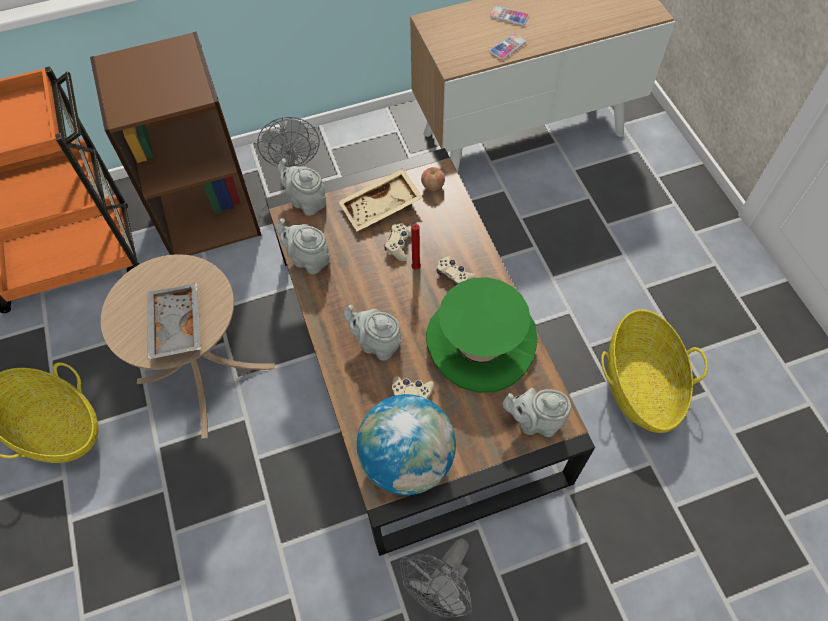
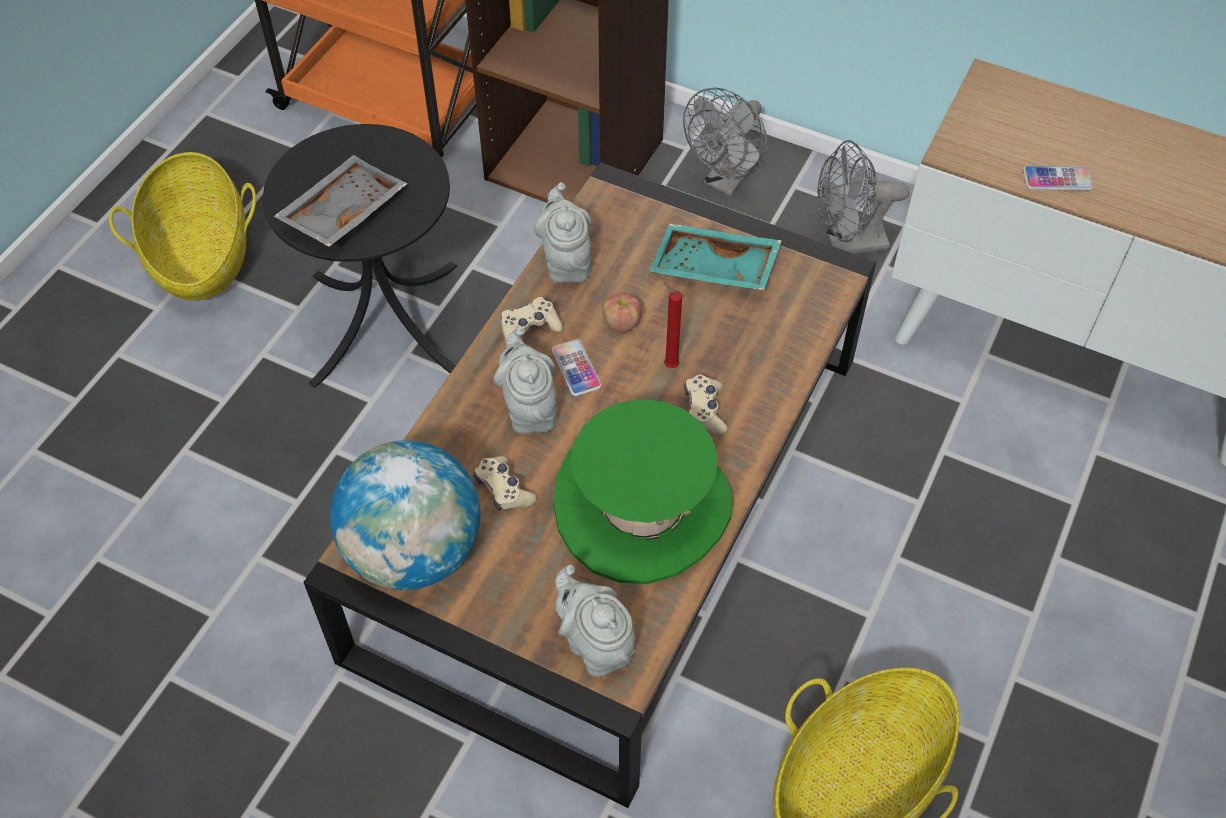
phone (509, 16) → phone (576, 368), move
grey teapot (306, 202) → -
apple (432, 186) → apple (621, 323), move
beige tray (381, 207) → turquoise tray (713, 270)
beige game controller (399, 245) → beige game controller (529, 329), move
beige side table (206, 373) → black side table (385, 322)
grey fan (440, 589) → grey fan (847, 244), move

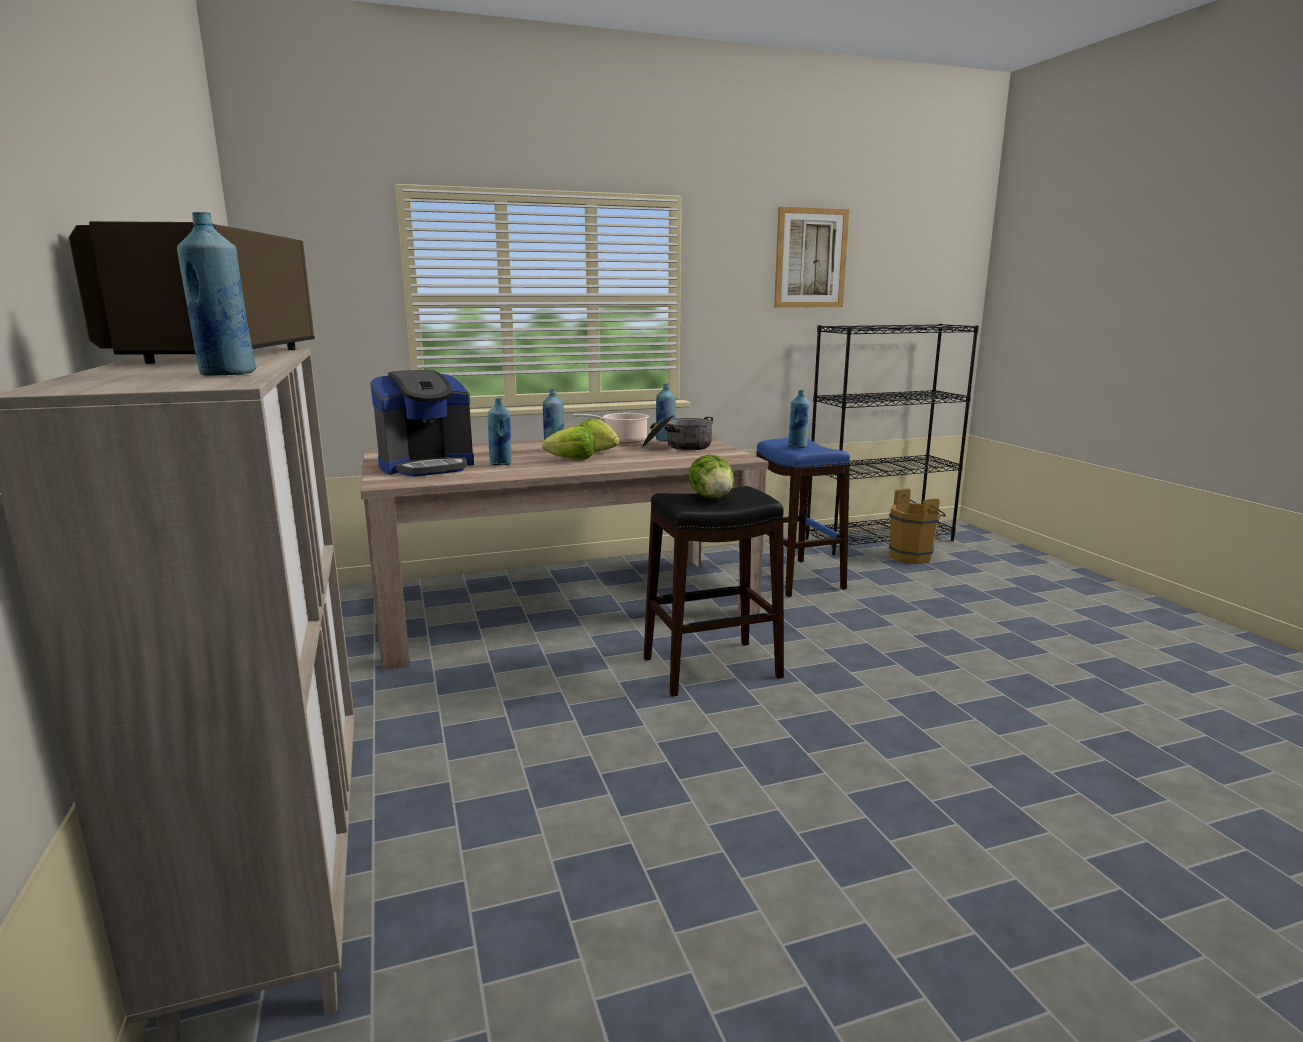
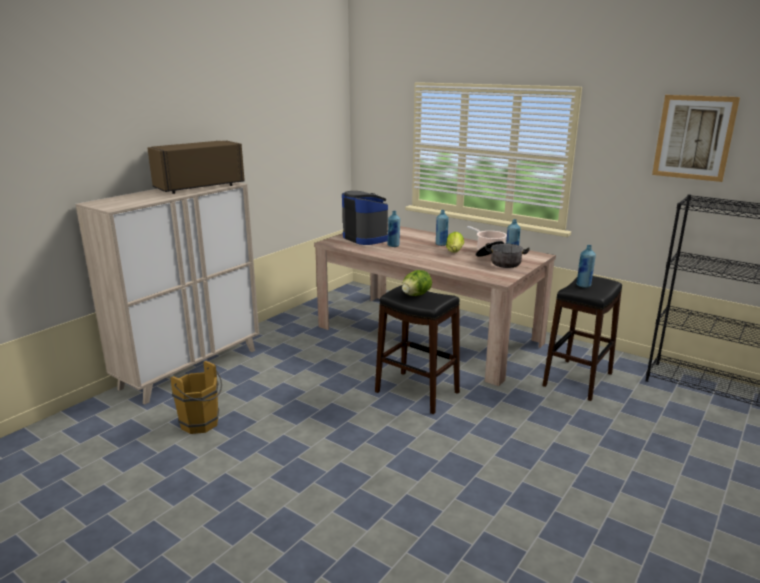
blue bottle (227, 374) → -
coffee machine (427, 466) → coffee machine (366, 238), 150 degrees counterclockwise
lettuce (572, 459) → -
blue stool (795, 577) → black stool (578, 380)
brown bucket (913, 557) → brown bucket (202, 424), move

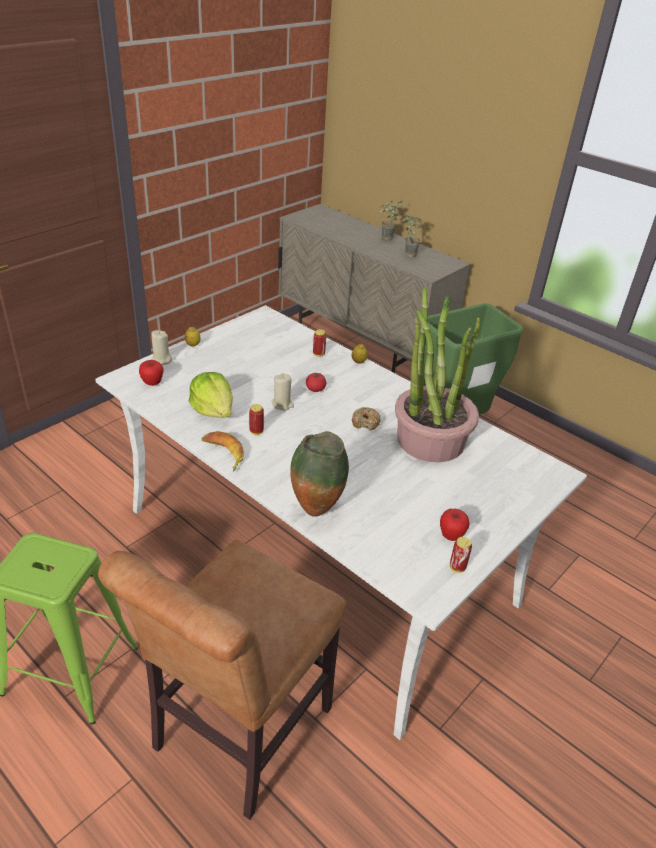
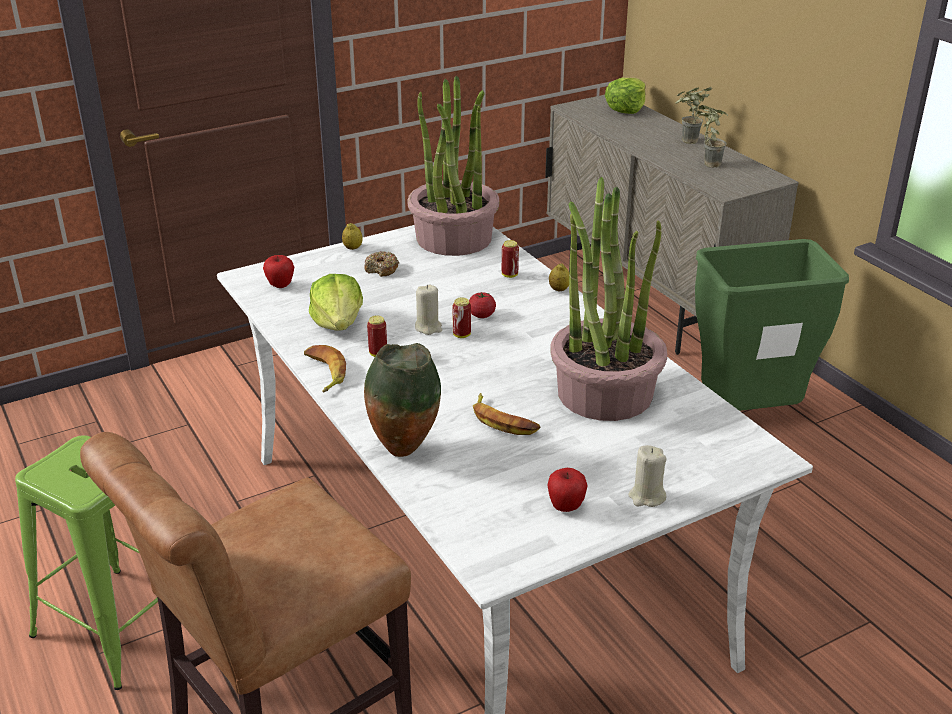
beige candle (161, 360) → beige candle (646, 497), move
donut (365, 423) → donut (382, 269), move
can (457, 567) → can (461, 335), move
- → potted plant (454, 239)
- → lettuce (626, 109)
- → banana (503, 421)

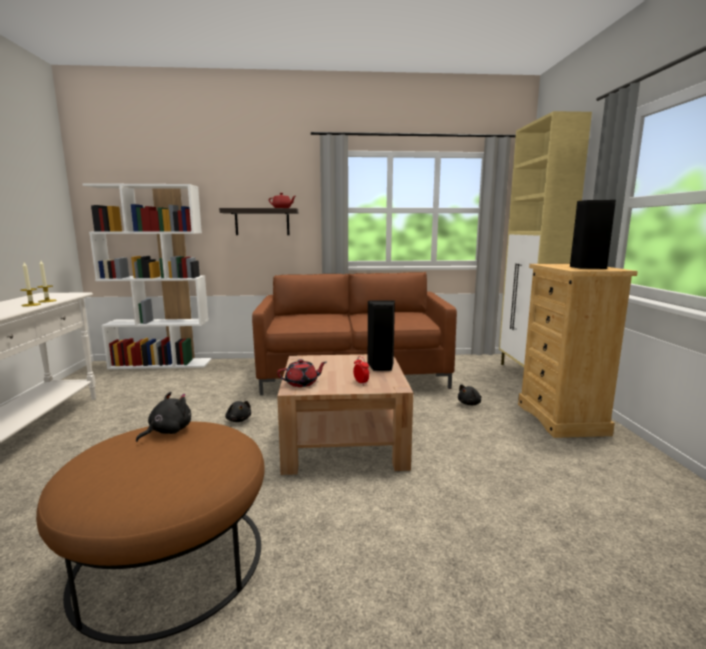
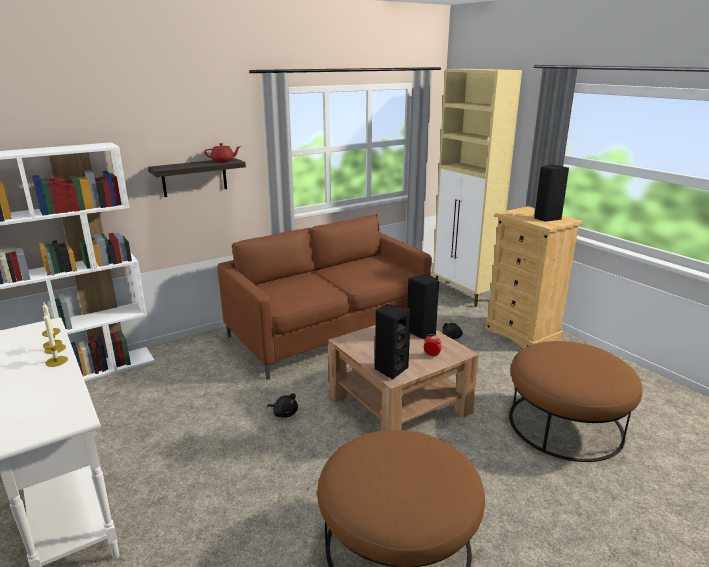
red teapot (302, 383) → black speaker (390, 369)
black plush toy (168, 431) → -
- → brown ottoman (565, 424)

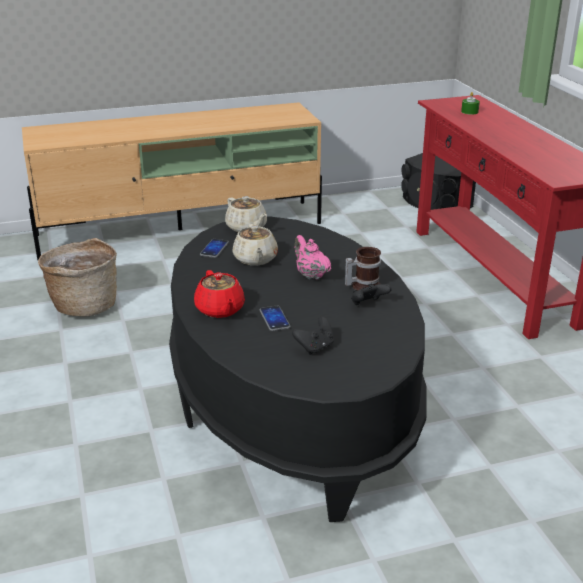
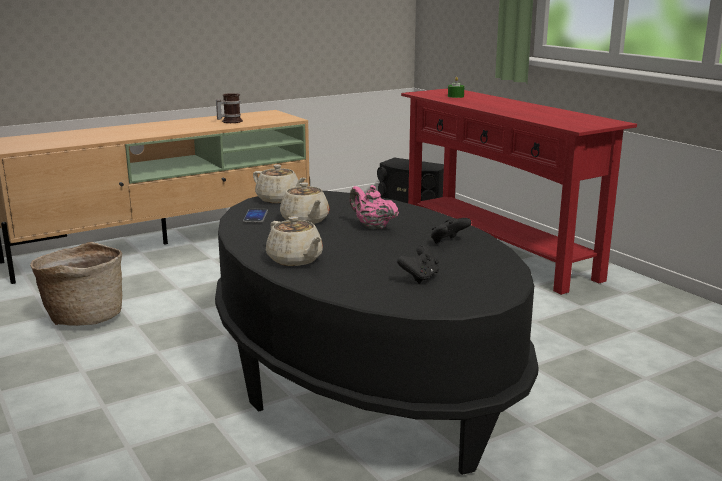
mug (363, 286) → mug (230, 121), move
red teapot (220, 310) → beige teapot (295, 260)
phone (274, 319) → -

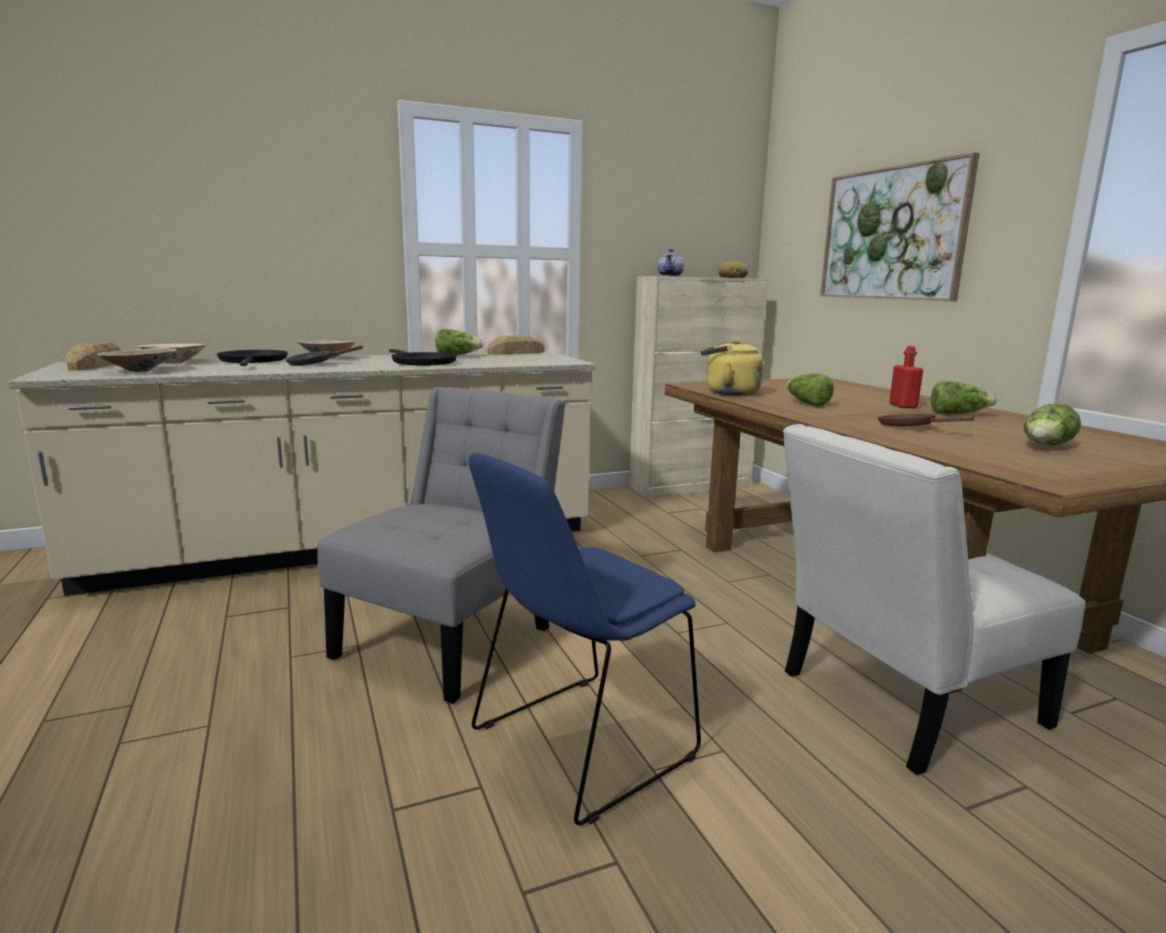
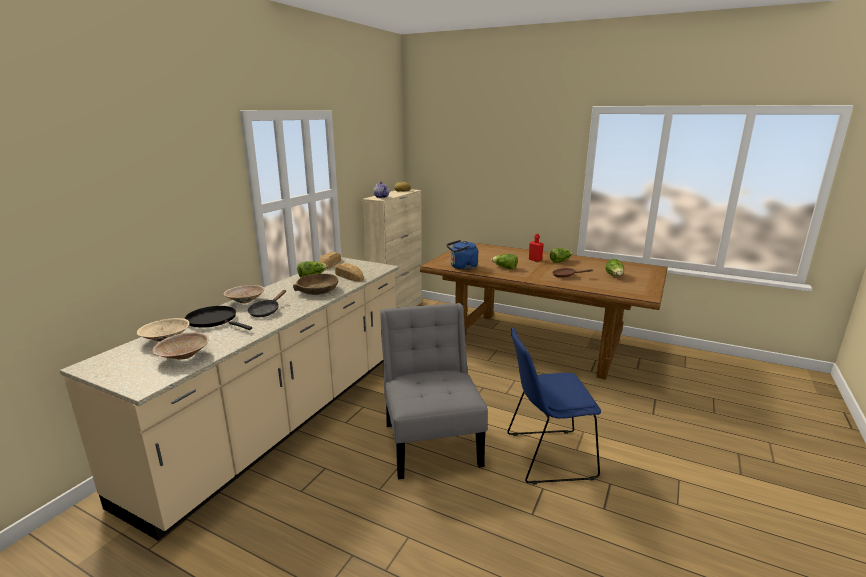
picture (892, 234) → -
yellow kettle (728, 393) → blue kettle (462, 267)
bread (96, 365) → bread (348, 276), move
black frying pan (421, 362) → brown bowl (317, 290)
white chair (899, 702) → -
blue chair (578, 746) → blue chair (546, 456), 75 degrees clockwise

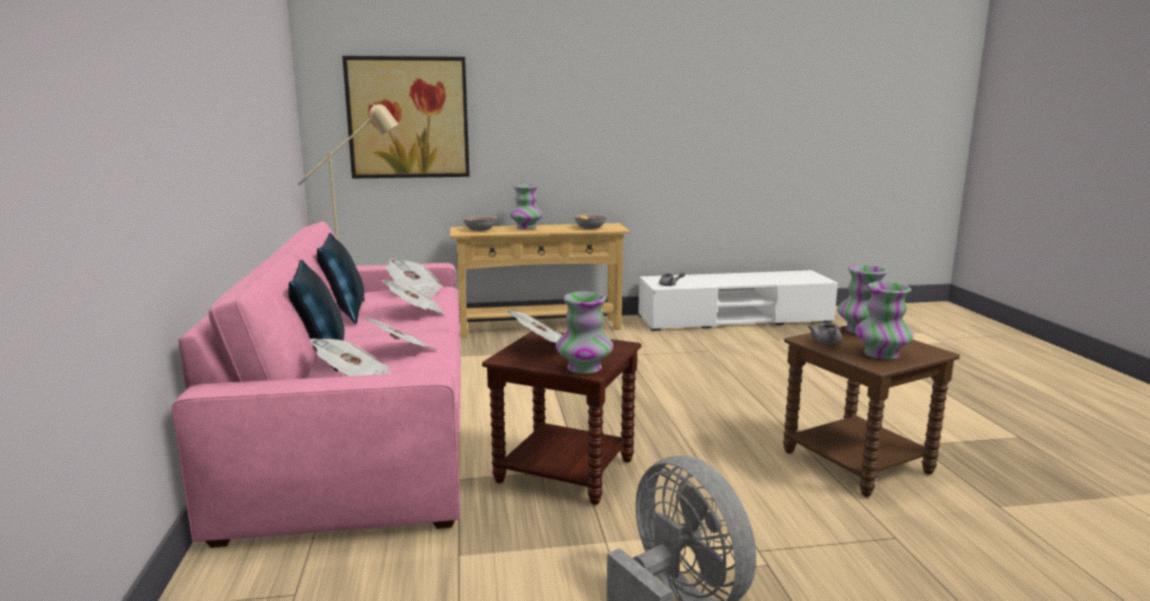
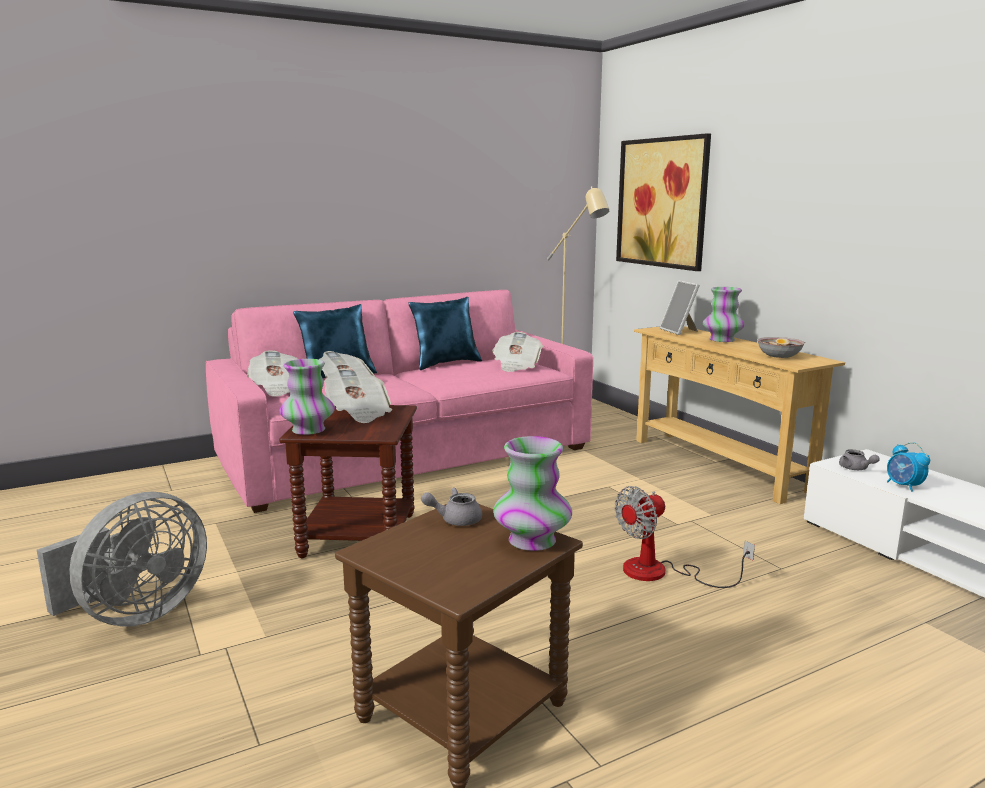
bowl (480, 229) → picture frame (680, 331)
newspaper (416, 312) → -
vase (881, 354) → -
- → alarm clock (904, 486)
- → fan (660, 573)

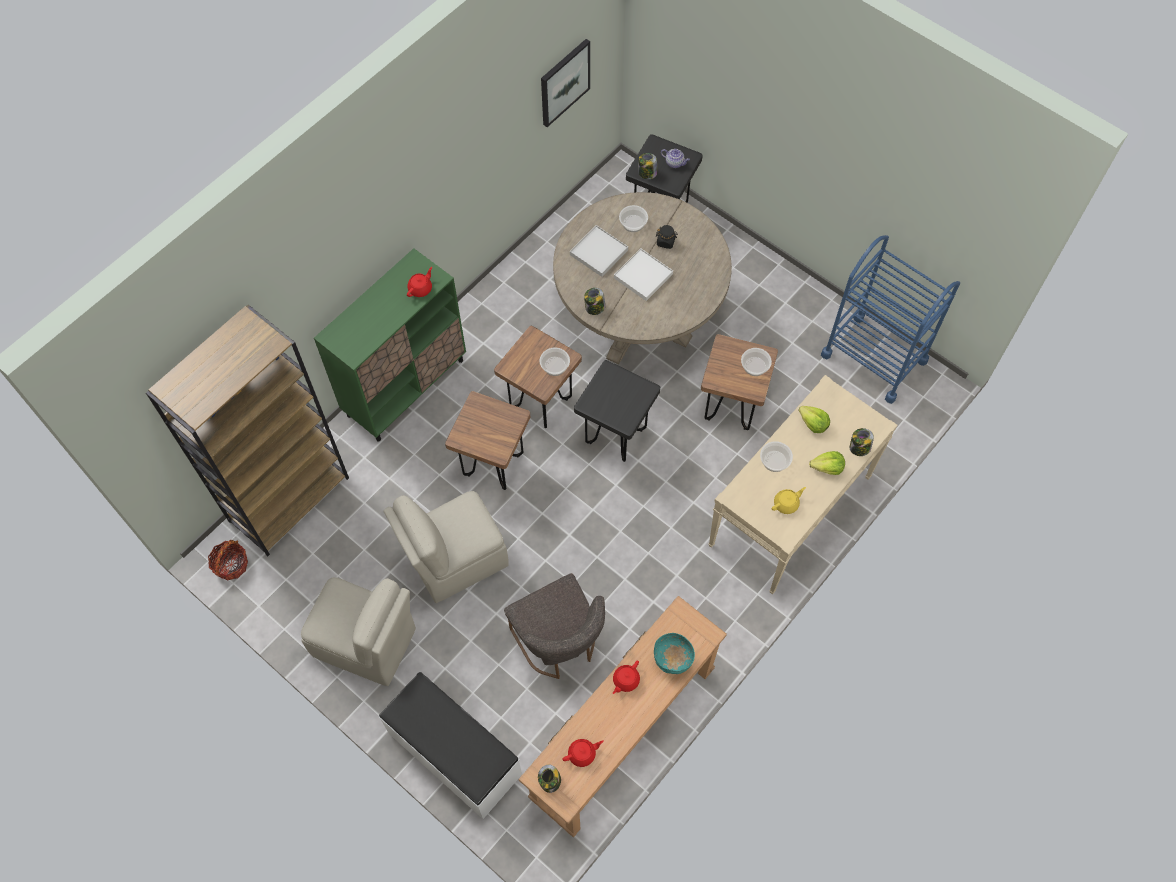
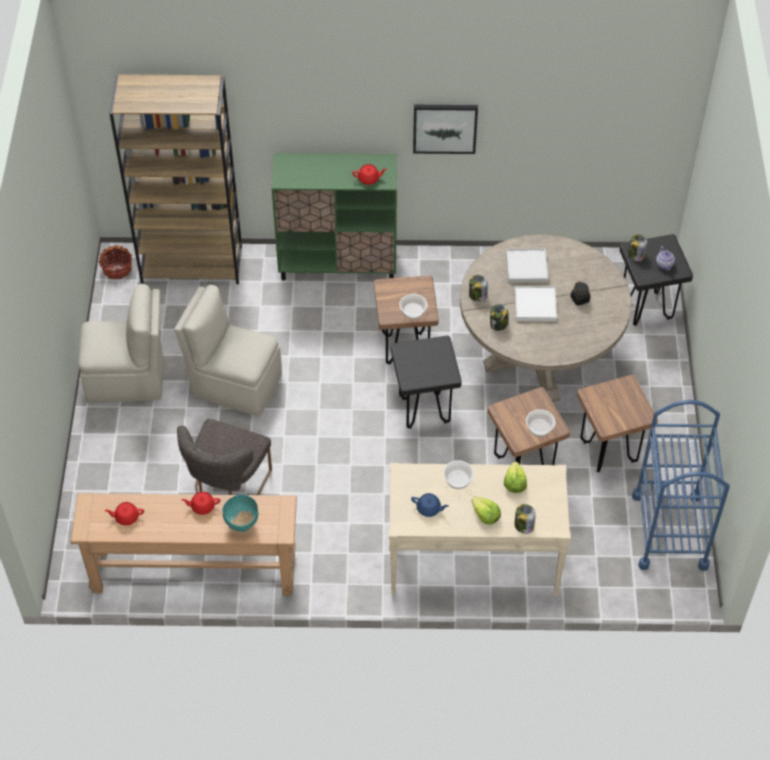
picture (564, 82) → picture (445, 127), move
bowl (633, 223) → -
brown stool (493, 466) → brown stool (608, 452), move
yellow teapot (786, 504) → blue teapot (429, 509)
beige chair (367, 644) → beige chair (128, 379), 75 degrees counterclockwise
white bench (454, 754) → -
red teapot (582, 754) → red teapot (126, 517), 150 degrees clockwise
jar (550, 781) → jar (498, 324), move

